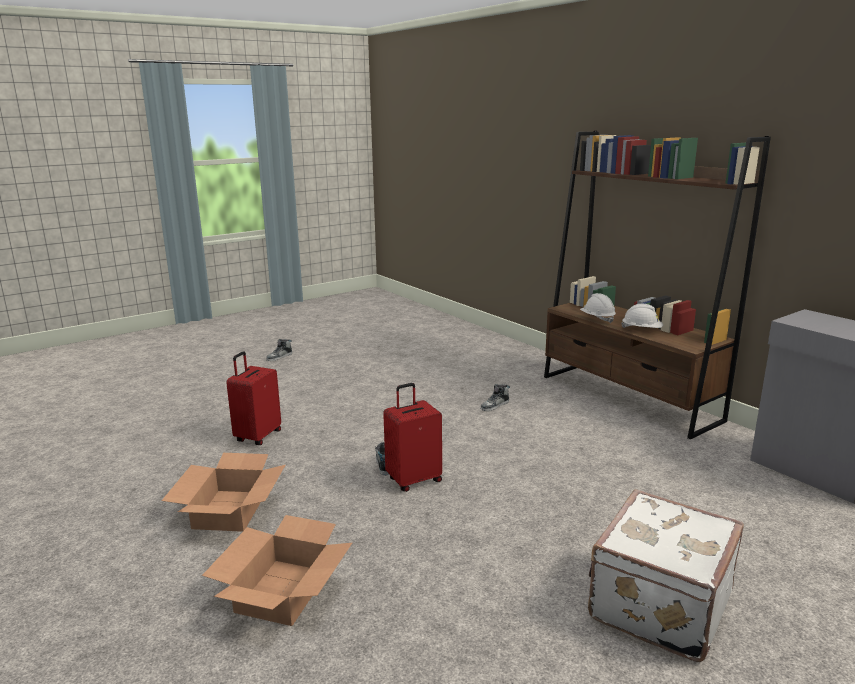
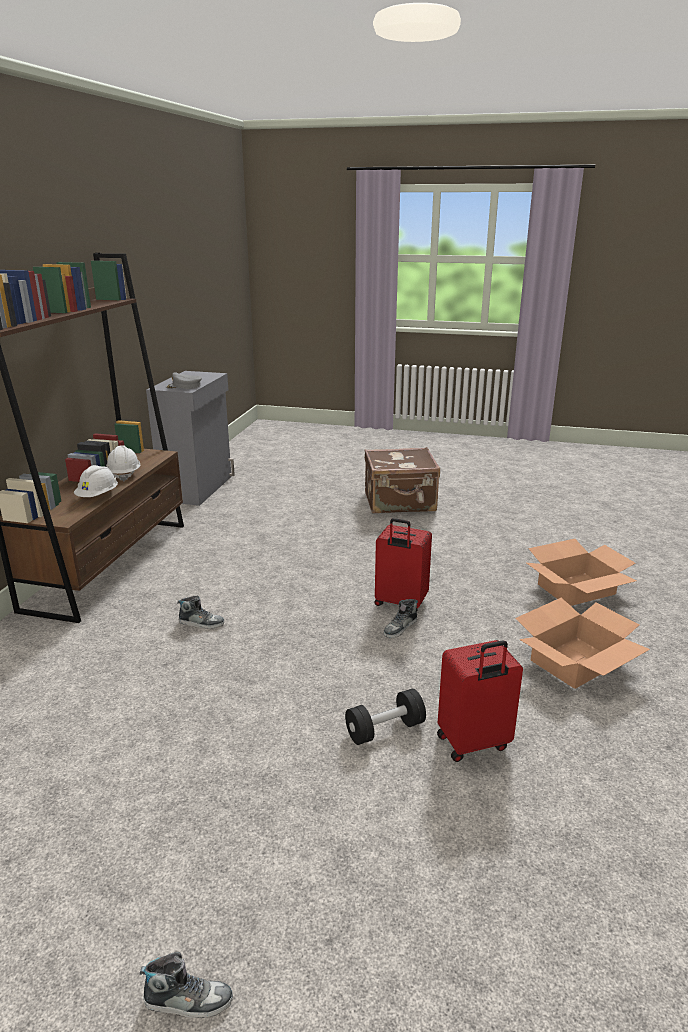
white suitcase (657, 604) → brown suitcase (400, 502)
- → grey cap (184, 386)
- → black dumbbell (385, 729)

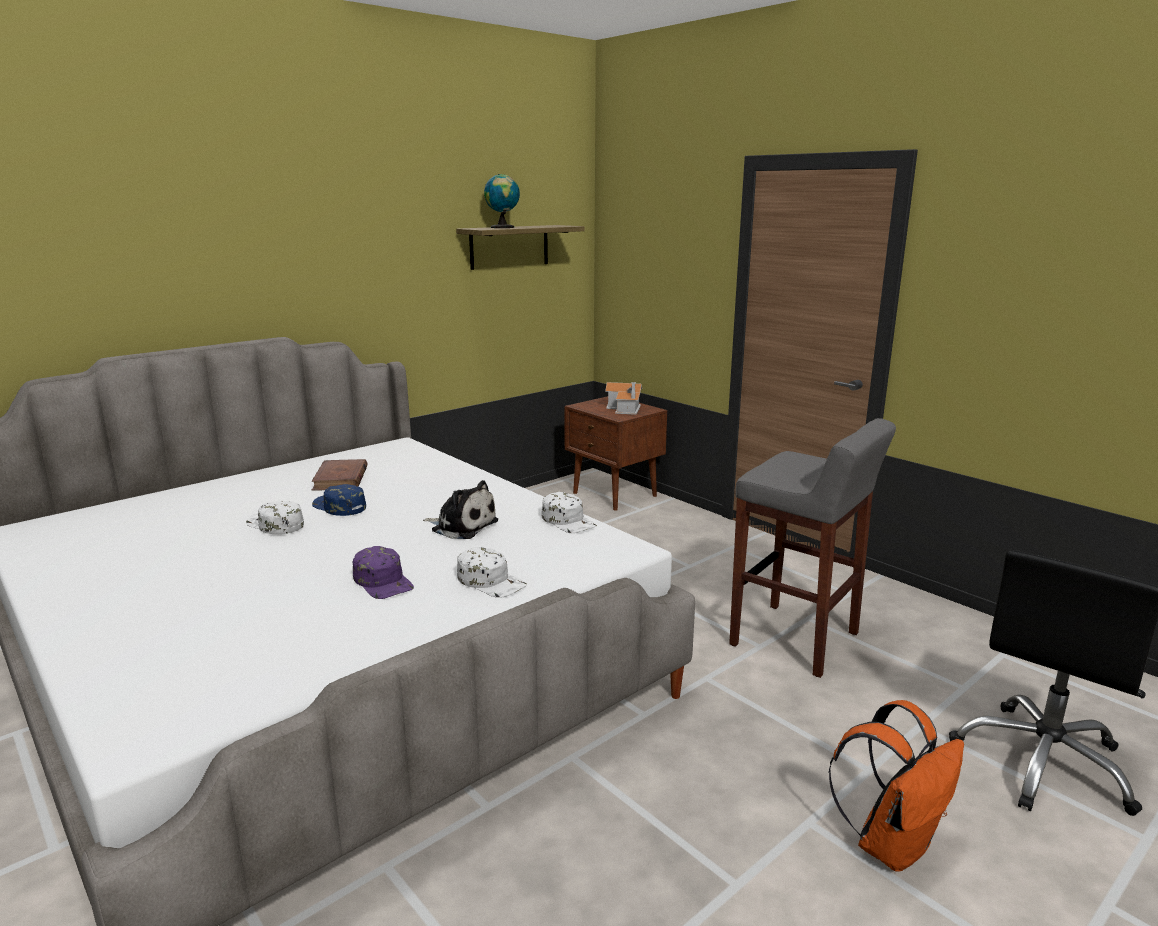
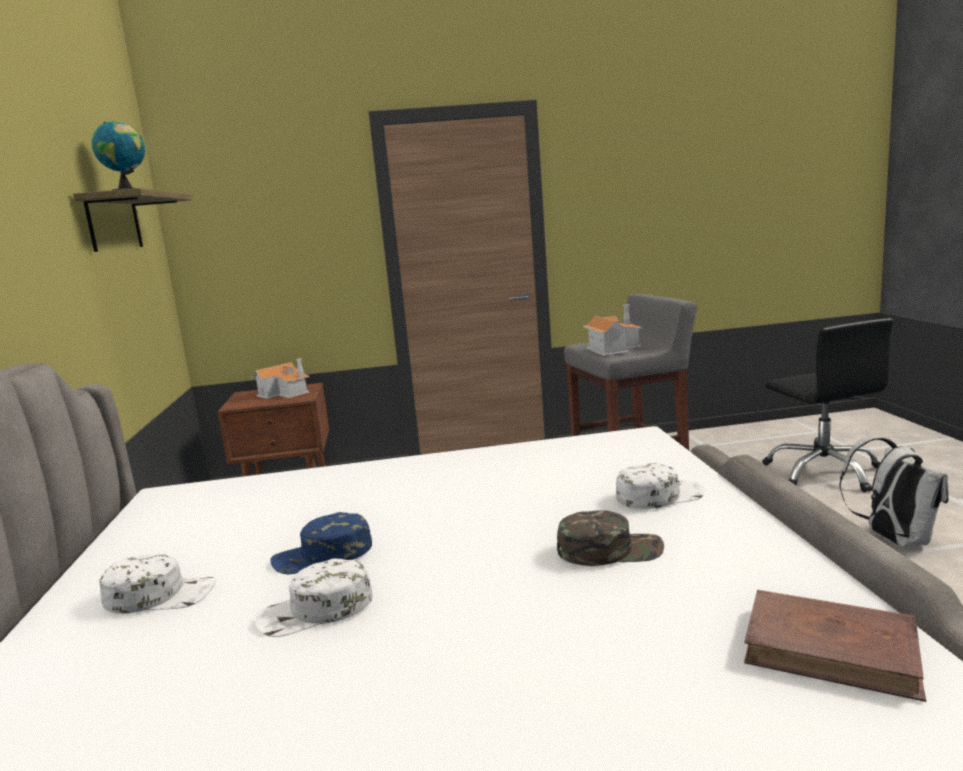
brown book (340, 479) → brown book (831, 649), move
plush toy (462, 526) → -
white cap (568, 521) → white cap (161, 595), move
purple cap (383, 581) → green cap (609, 549)
orange backpack (892, 844) → white backpack (893, 539)
- → toy house (613, 348)

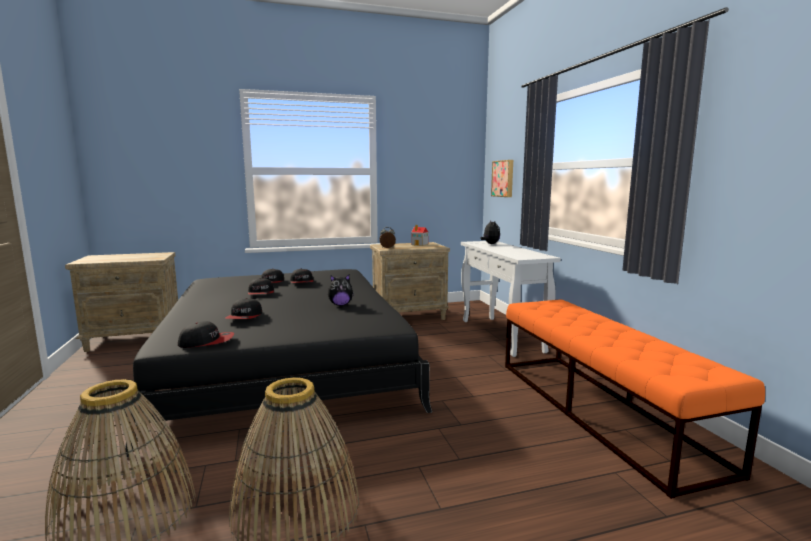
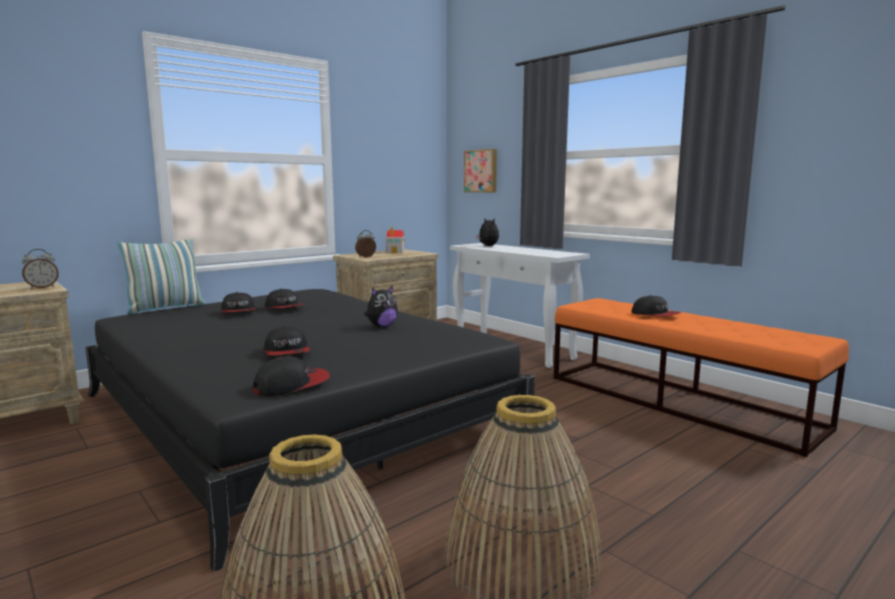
cap (261, 293) → cap (655, 315), move
- → pillow (165, 308)
- → alarm clock (42, 287)

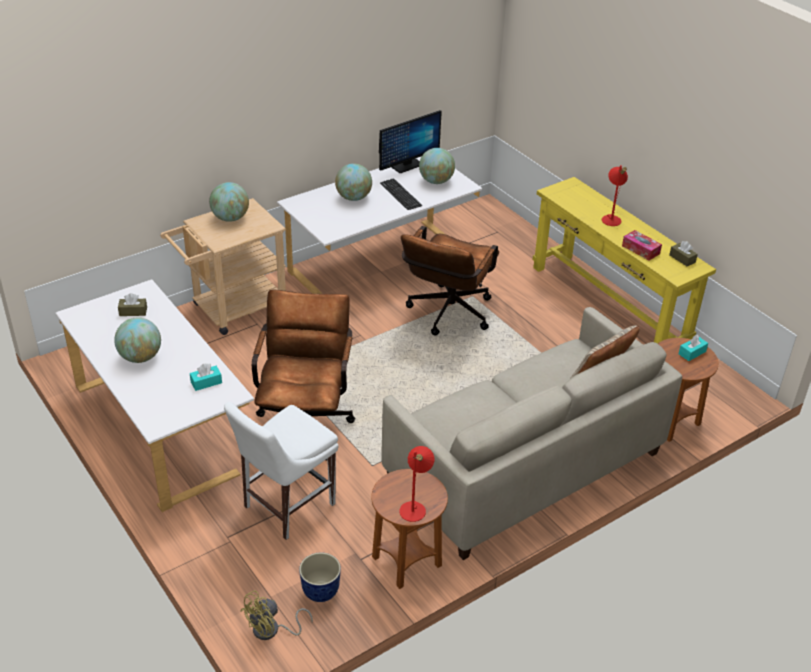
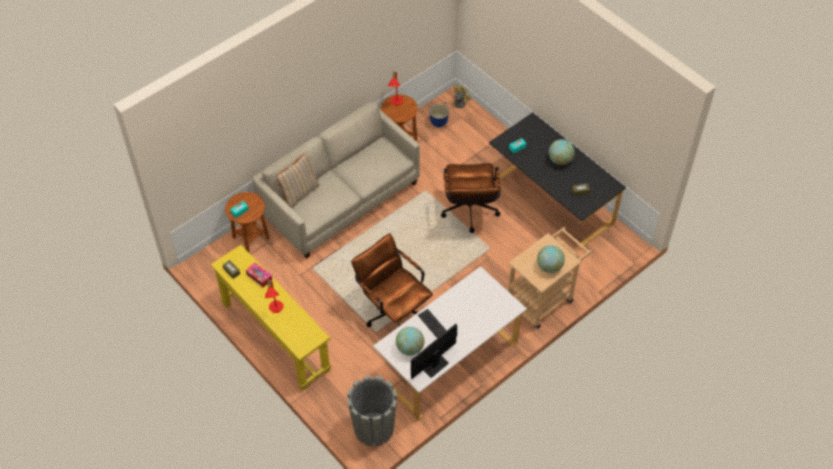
globe (353, 198) → -
brown office chair (447, 315) → brown office chair (393, 311), 60 degrees counterclockwise
white desk (161, 428) → black desk (551, 201)
white chair (285, 507) → -
- → grey planter (374, 428)

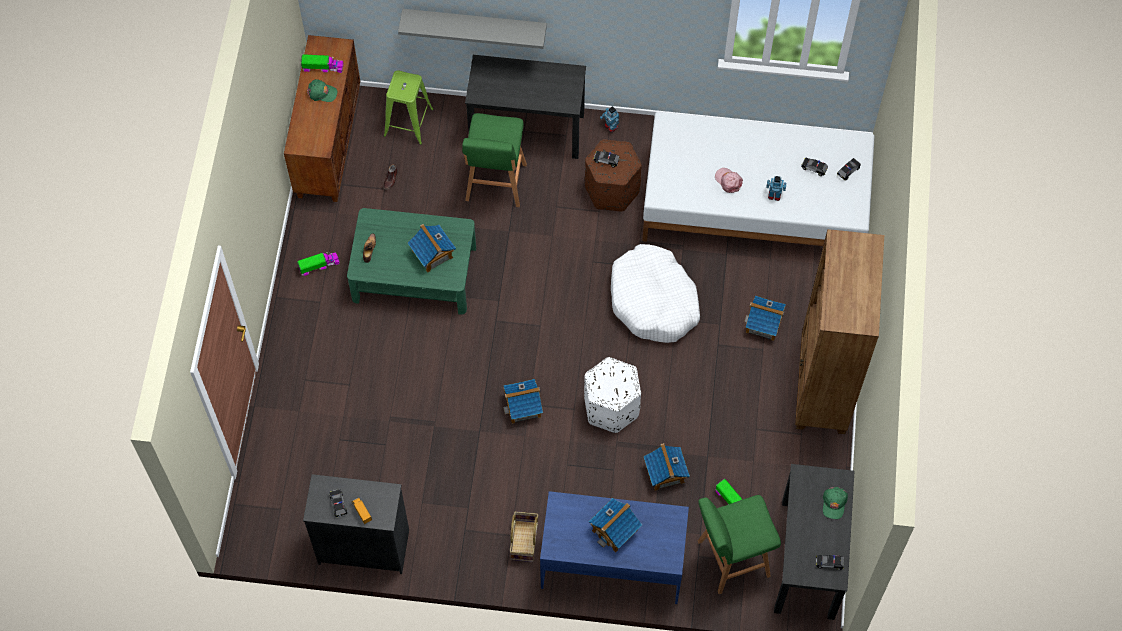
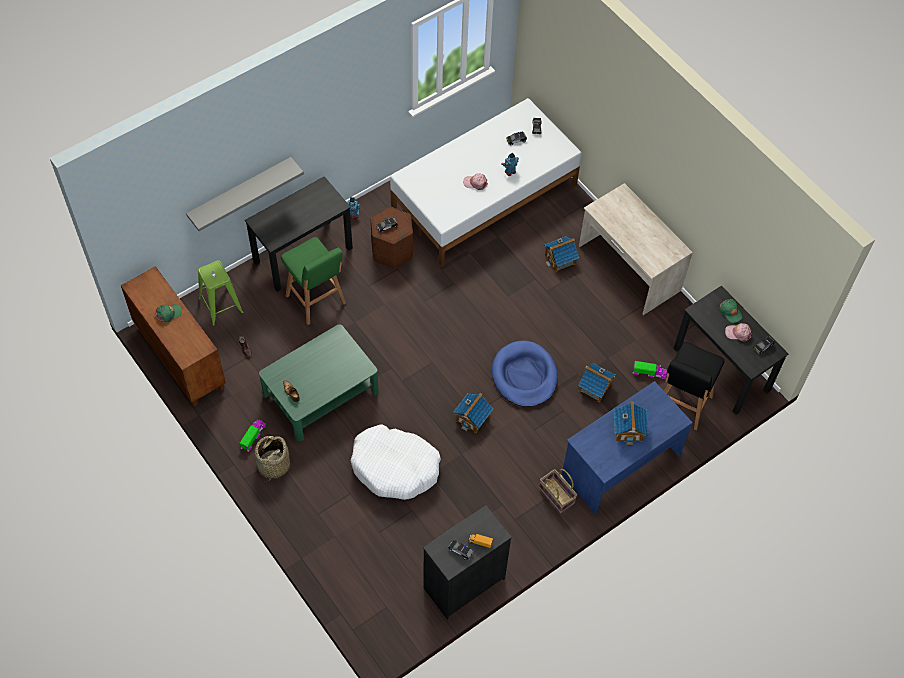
toy truck (323, 67) → -
toy house (432, 254) → -
brown bookcase (822, 386) → beige desk (628, 268)
white dog bed (653, 301) → white dog bed (395, 467), move
white ottoman (611, 407) → blue dog bed (524, 376)
green stool (730, 559) → black stool (682, 405)
- → pink cap (738, 333)
- → basket (273, 465)

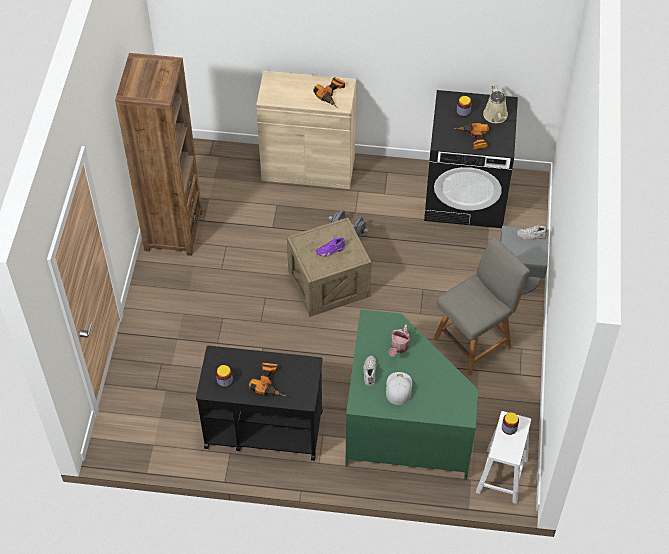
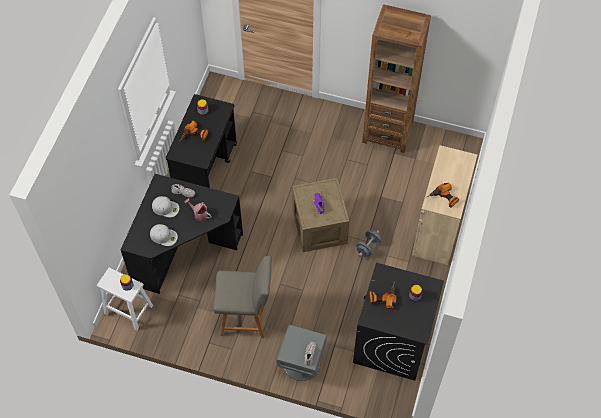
beige watering can (496, 116) → -
grey chair (474, 341) → grey chair (246, 317), 60 degrees counterclockwise
green desk (401, 428) → black desk (184, 252)
- → white cap (164, 236)

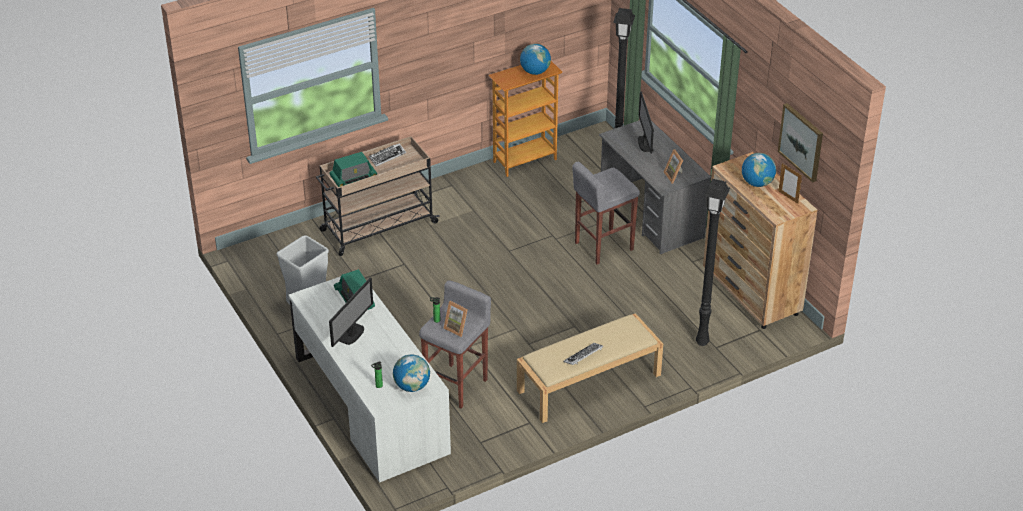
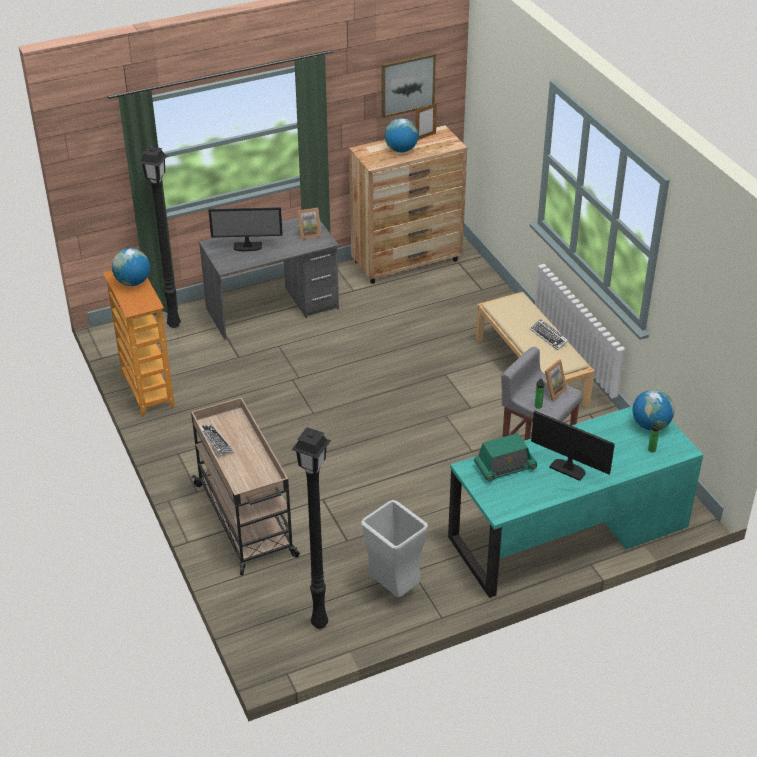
radio (353, 178) → -
grey stool (603, 246) → -
black floor lamp (702, 343) → black floor lamp (321, 623), move
white desk (370, 405) → turquoise desk (568, 532)

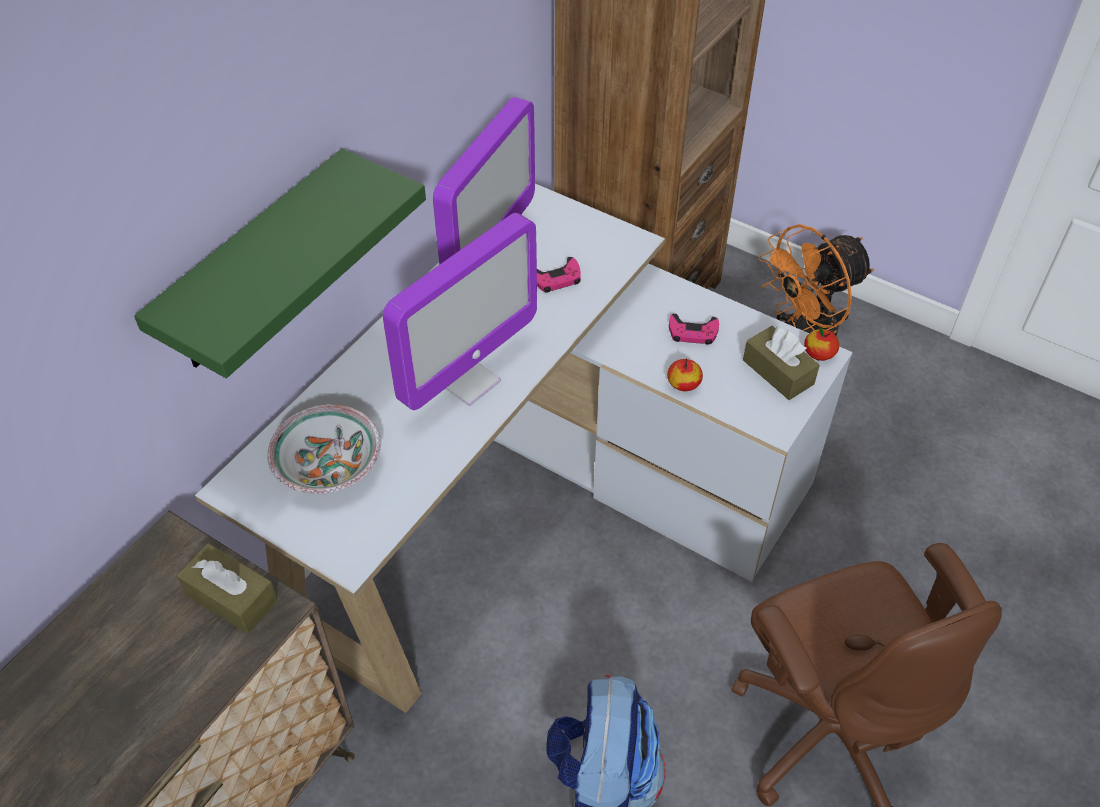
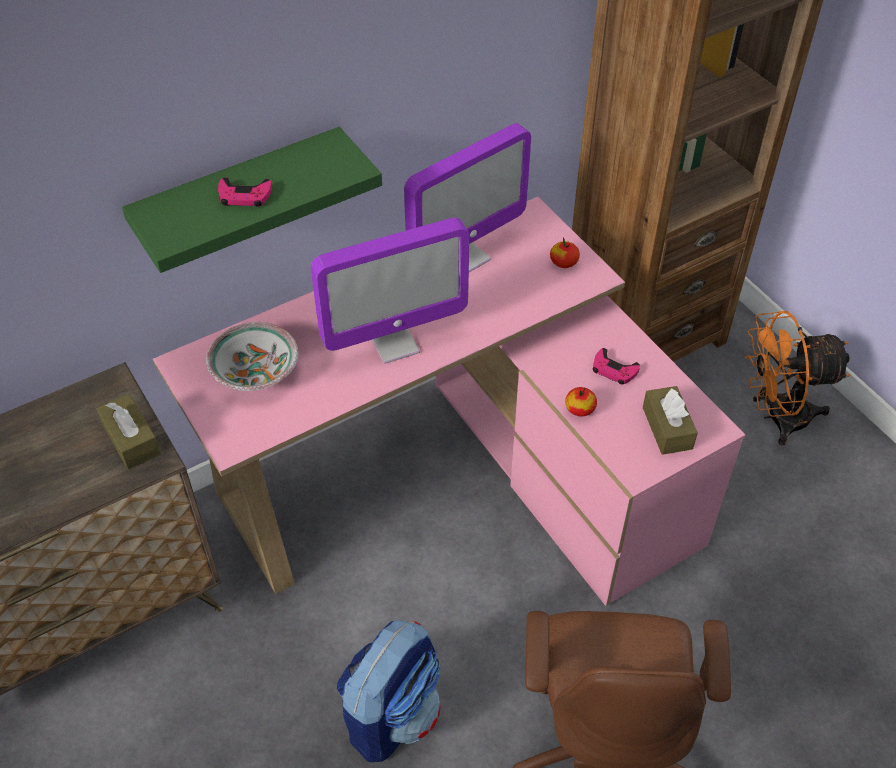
white desk (535, 508) → pink desk (460, 476)
pink game controller (556, 279) → pink game controller (244, 196), move
apple (819, 353) → apple (563, 262), move

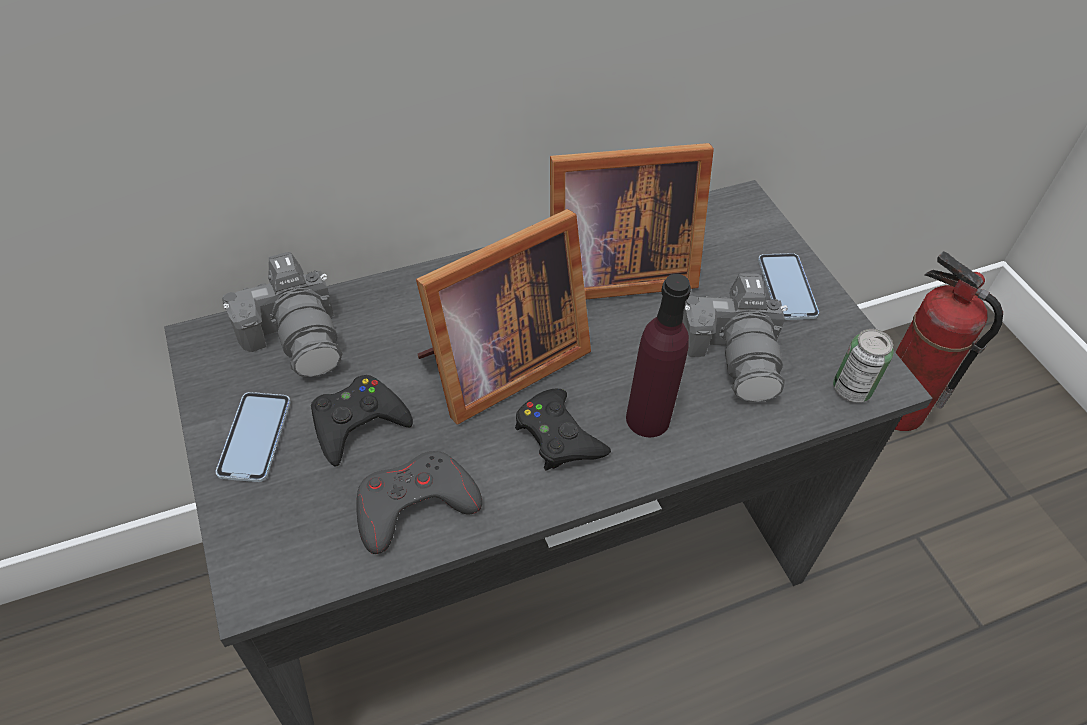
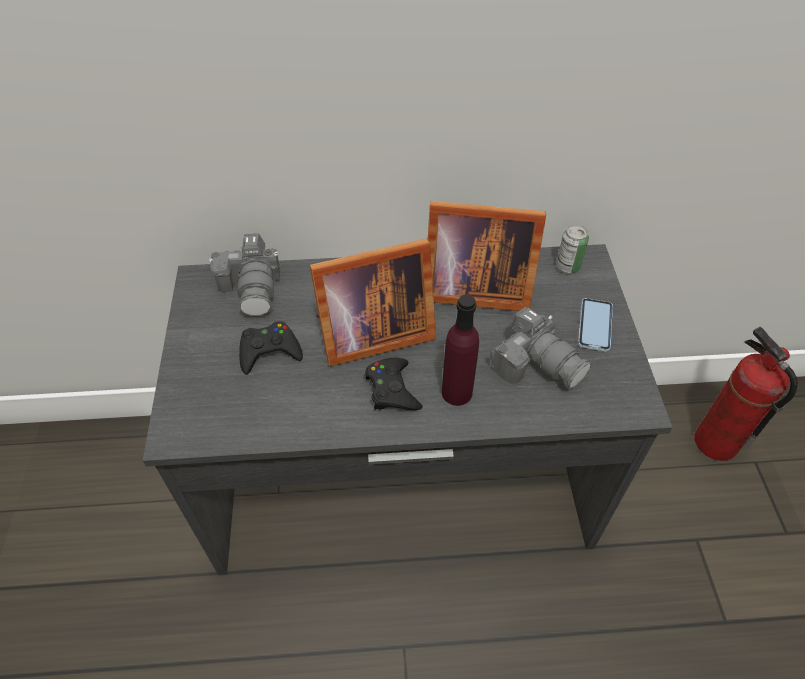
photo camera (734, 354) → photo camera (536, 363), 60 degrees counterclockwise
can (851, 389) → can (568, 266), move
phone (255, 438) → -
grey game controller (414, 505) → -

